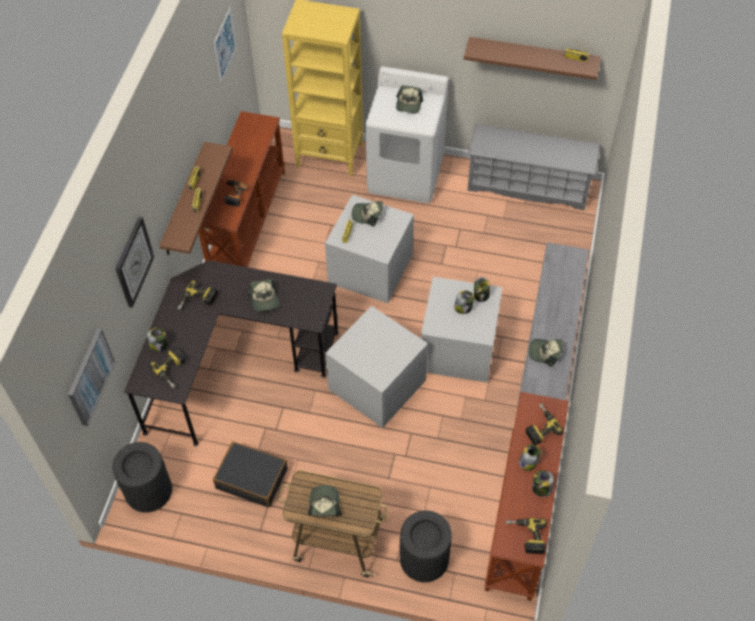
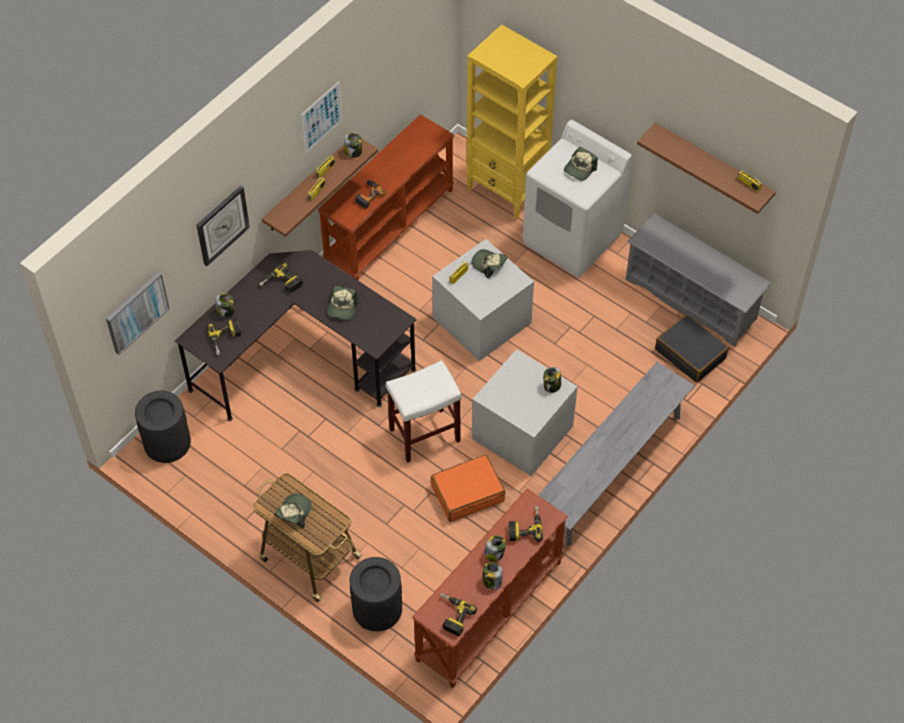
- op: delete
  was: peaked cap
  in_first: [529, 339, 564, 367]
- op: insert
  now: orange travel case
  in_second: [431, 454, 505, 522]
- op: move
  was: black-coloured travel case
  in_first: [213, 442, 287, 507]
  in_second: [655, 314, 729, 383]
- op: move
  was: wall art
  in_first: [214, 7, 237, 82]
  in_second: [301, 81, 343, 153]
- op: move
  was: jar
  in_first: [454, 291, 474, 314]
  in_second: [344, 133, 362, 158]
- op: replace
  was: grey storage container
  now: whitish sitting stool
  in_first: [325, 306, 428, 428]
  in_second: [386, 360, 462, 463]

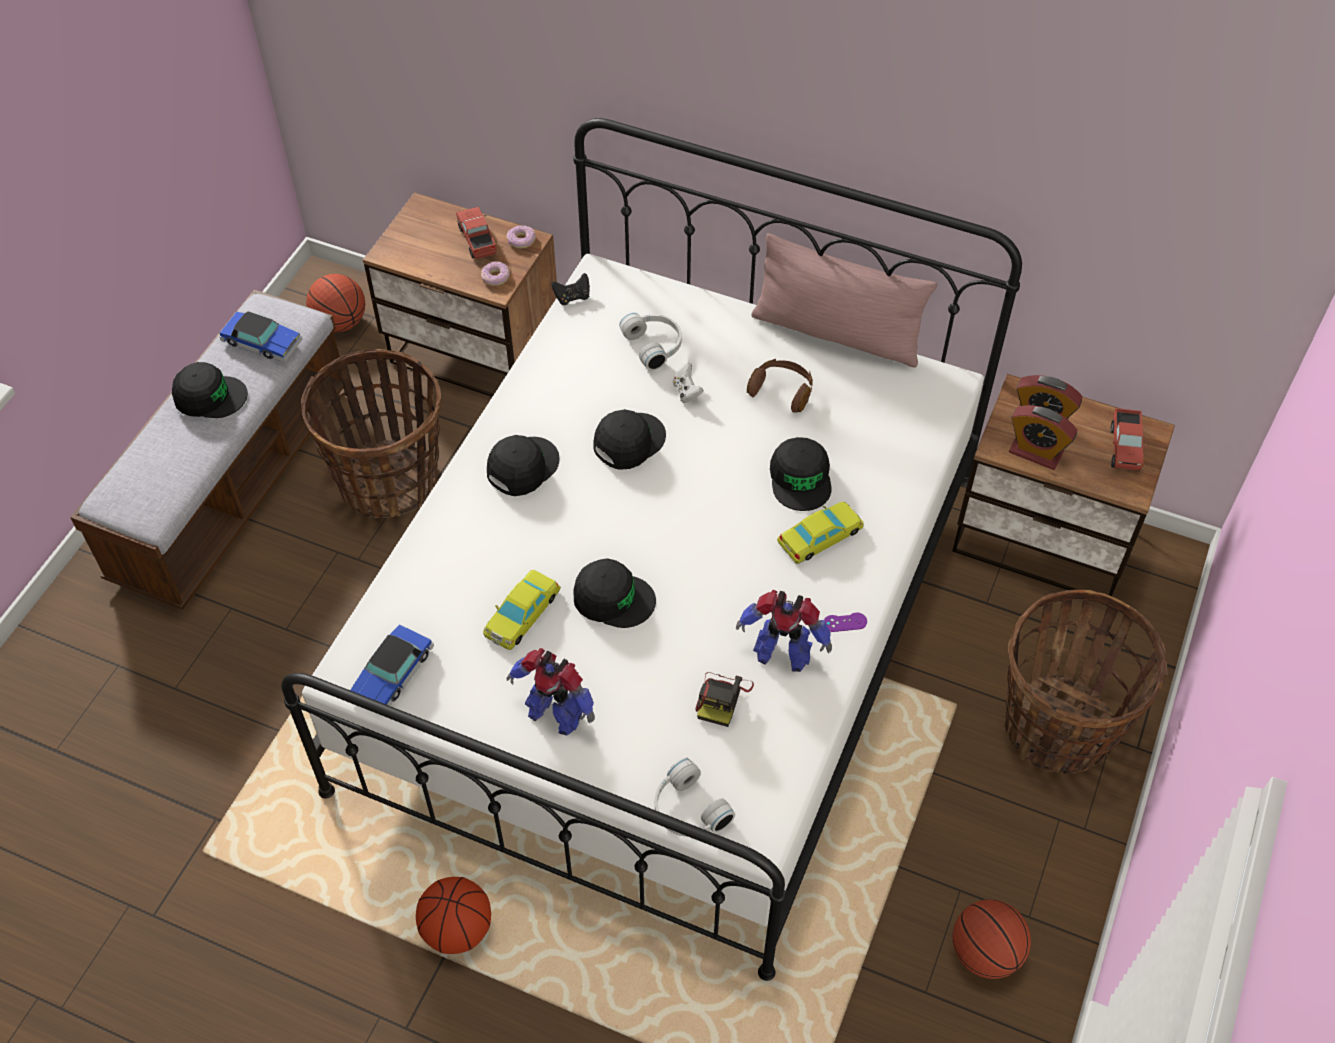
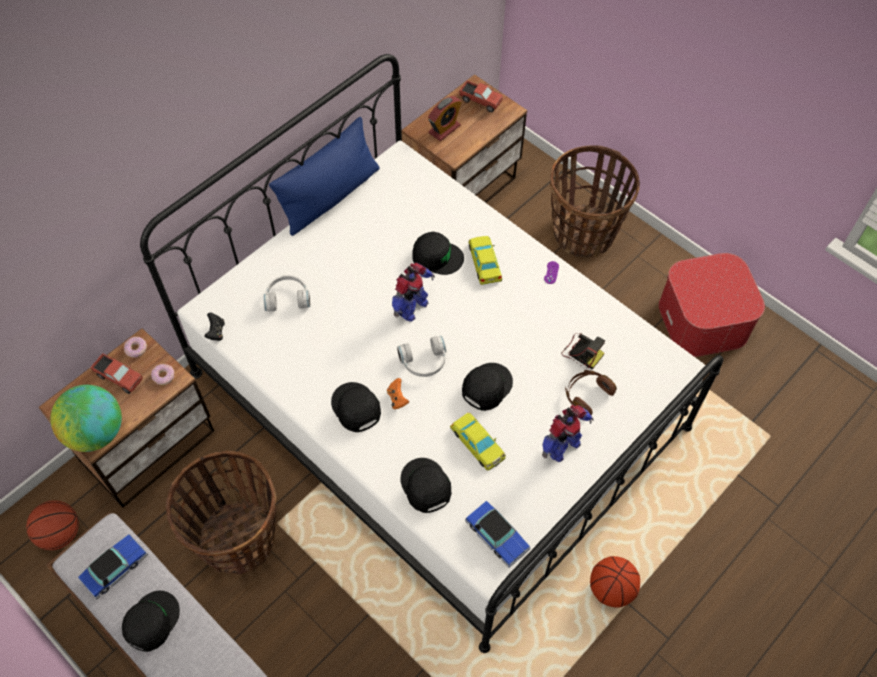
- op: delete
  was: whitish game controller
  in_first: [673, 363, 704, 403]
- op: delete
  was: bedside clock
  in_first: [1009, 405, 1077, 470]
- op: insert
  now: globe
  in_second: [51, 385, 122, 452]
- op: insert
  now: orange game controller
  in_second: [387, 378, 409, 409]
- op: move
  was: black-coloured peaked cap
  in_first: [593, 409, 666, 470]
  in_second: [400, 458, 451, 513]
- op: move
  was: whitish headphones
  in_first: [655, 758, 735, 837]
  in_second: [397, 336, 446, 377]
- op: move
  was: model robot
  in_first: [736, 590, 832, 672]
  in_second: [392, 263, 435, 322]
- op: move
  was: brown-coloured headphones
  in_first: [747, 359, 813, 413]
  in_second: [565, 370, 617, 415]
- op: replace
  was: basketball
  now: pouffe
  in_first: [953, 899, 1031, 979]
  in_second: [659, 253, 765, 357]
- op: recolor
  was: pink pillow
  now: bluish pillow
  in_first: [751, 233, 937, 368]
  in_second: [269, 117, 380, 236]
- op: rotate
  was: toy truck
  in_first: [456, 207, 497, 259]
  in_second: [91, 353, 143, 394]
  clockwise: -150

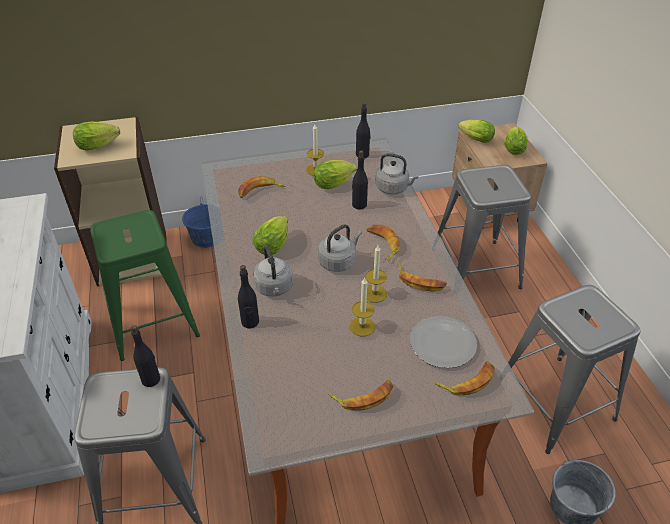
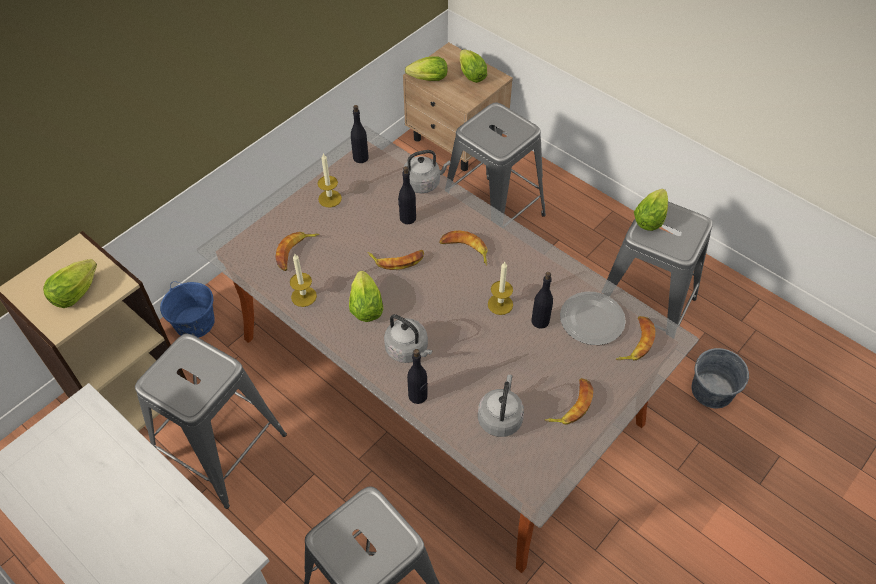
- op: move
  was: black-coloured bottle
  in_first: [131, 325, 160, 387]
  in_second: [531, 272, 553, 329]
- op: move
  was: lettuce
  in_first: [314, 160, 357, 189]
  in_second: [634, 189, 668, 231]
- op: move
  was: grey kettle
  in_first: [318, 224, 362, 272]
  in_second: [478, 375, 524, 437]
- op: move
  was: wax light
  in_first: [350, 278, 375, 336]
  in_second: [290, 254, 317, 307]
- op: move
  was: whole banana
  in_first: [398, 263, 447, 292]
  in_second: [367, 250, 424, 270]
- op: recolor
  was: greenish sitting stool
  now: grey sitting stool
  in_first: [90, 210, 200, 361]
  in_second: [135, 334, 287, 509]

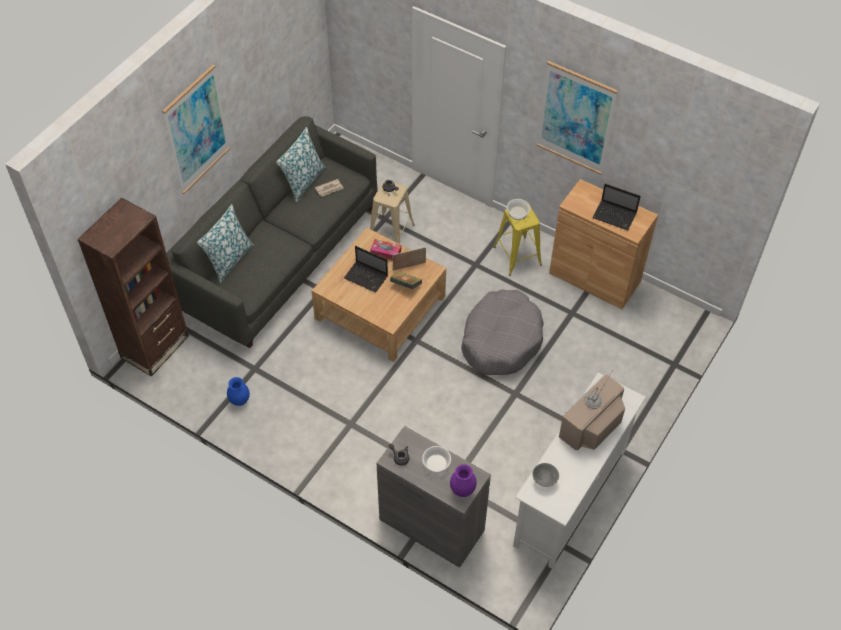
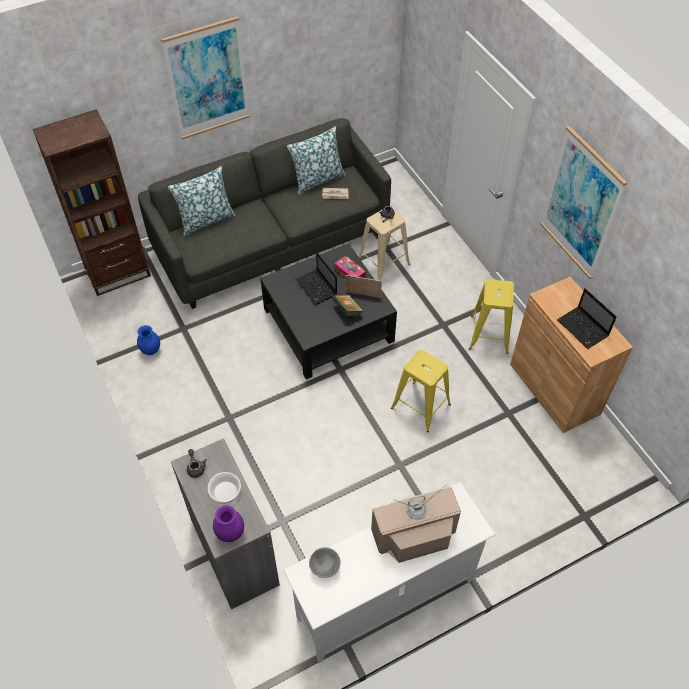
- op: delete
  was: deep dish
  in_first: [507, 199, 530, 220]
- op: replace
  was: grey dog cushion
  now: yellow-coloured sitting stool
  in_first: [461, 289, 544, 375]
  in_second: [391, 350, 451, 432]
- op: recolor
  was: beige-coloured low table
  now: black-coloured low table
  in_first: [312, 228, 446, 362]
  in_second: [260, 244, 397, 380]

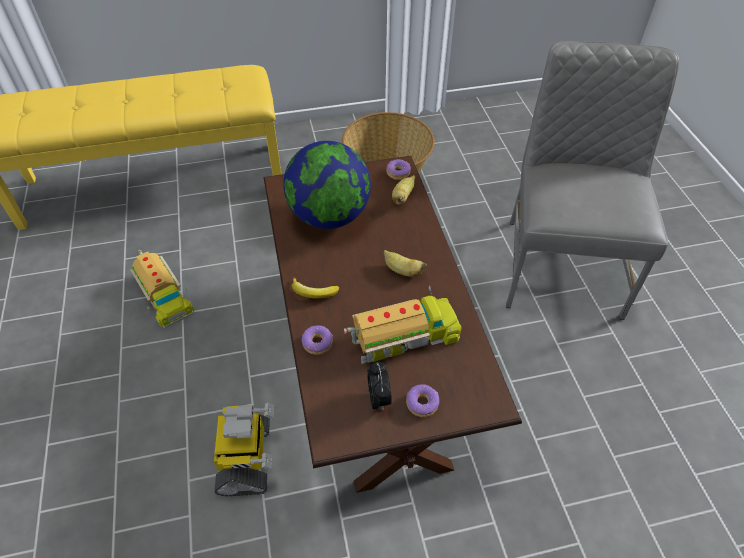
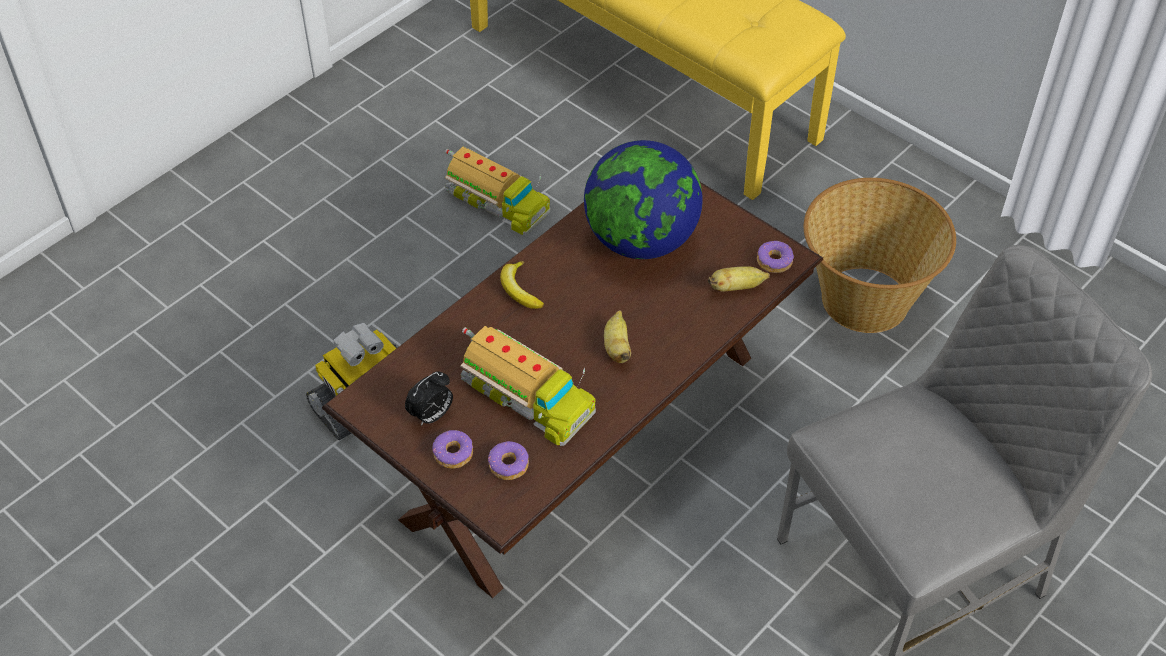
- op: move
  was: doughnut
  in_first: [302, 325, 333, 355]
  in_second: [488, 441, 529, 480]
- op: rotate
  was: toy truck
  in_first: [130, 250, 194, 328]
  in_second: [445, 147, 550, 235]
  clockwise: -75

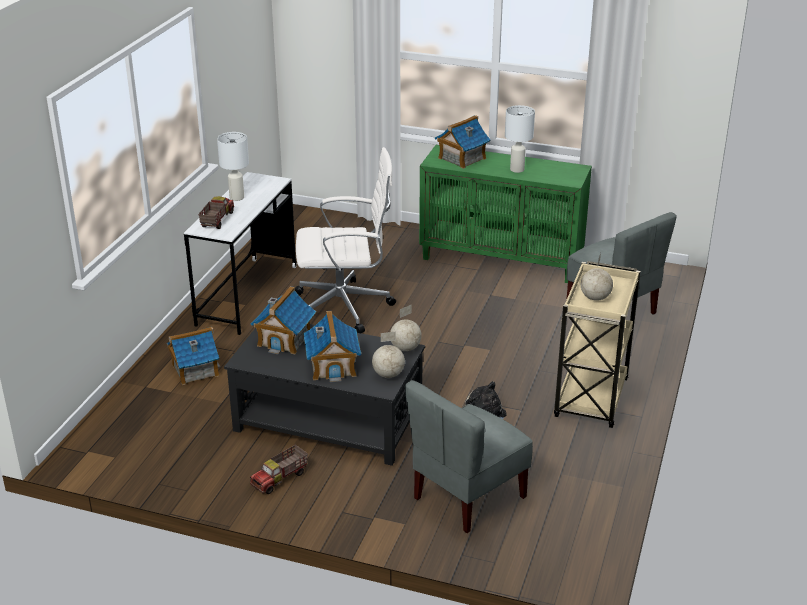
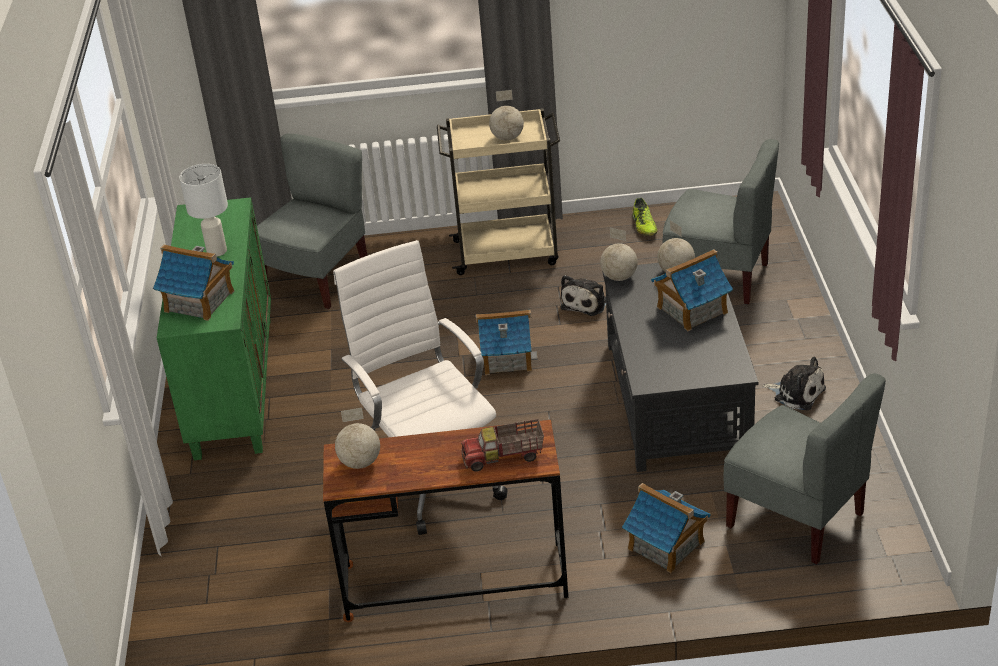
- op: delete
  was: whitish table lamp
  in_first: [217, 132, 249, 201]
- op: insert
  now: globe
  in_second: [335, 408, 380, 469]
- op: insert
  now: low shoe
  in_second: [632, 198, 657, 236]
- op: insert
  now: grey plain chair
  in_second: [723, 373, 886, 565]
- op: move
  was: model house
  in_first: [250, 286, 316, 355]
  in_second: [475, 310, 538, 375]
- op: replace
  was: toy truck
  now: cuddly toy
  in_first: [250, 445, 308, 494]
  in_second: [762, 357, 826, 410]
- op: recolor
  was: whitish desk
  now: brown-coloured desk
  in_first: [184, 172, 297, 335]
  in_second: [323, 420, 568, 622]

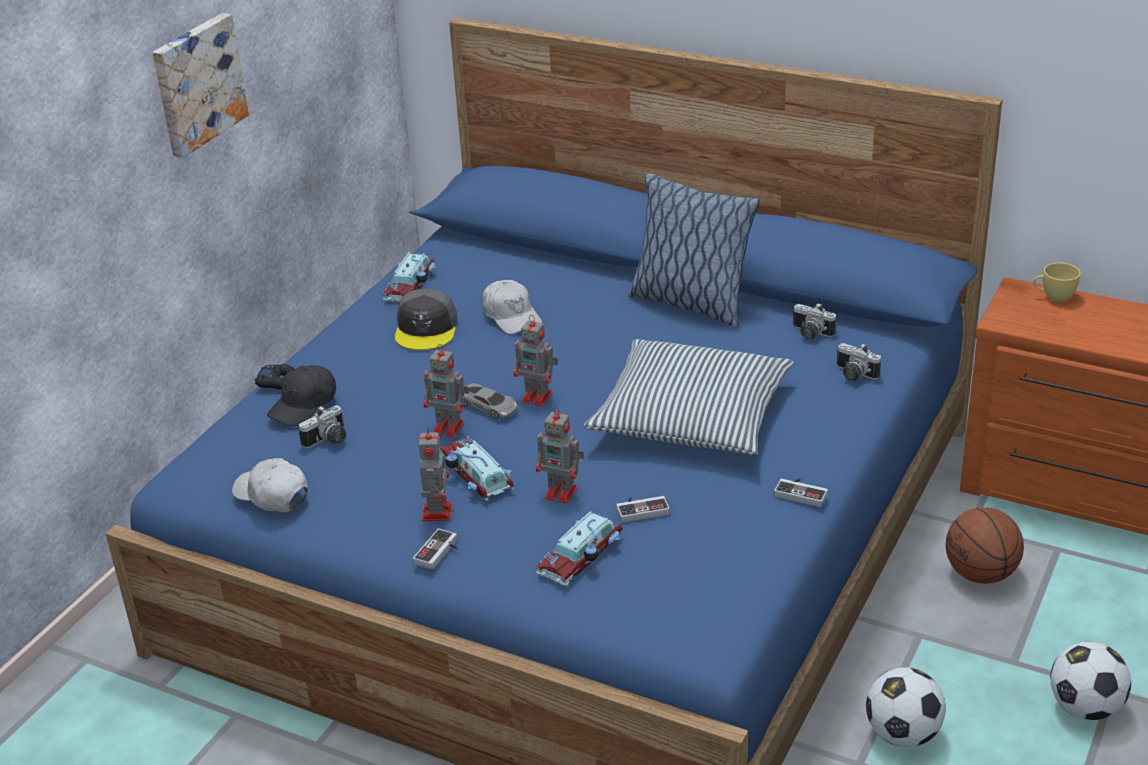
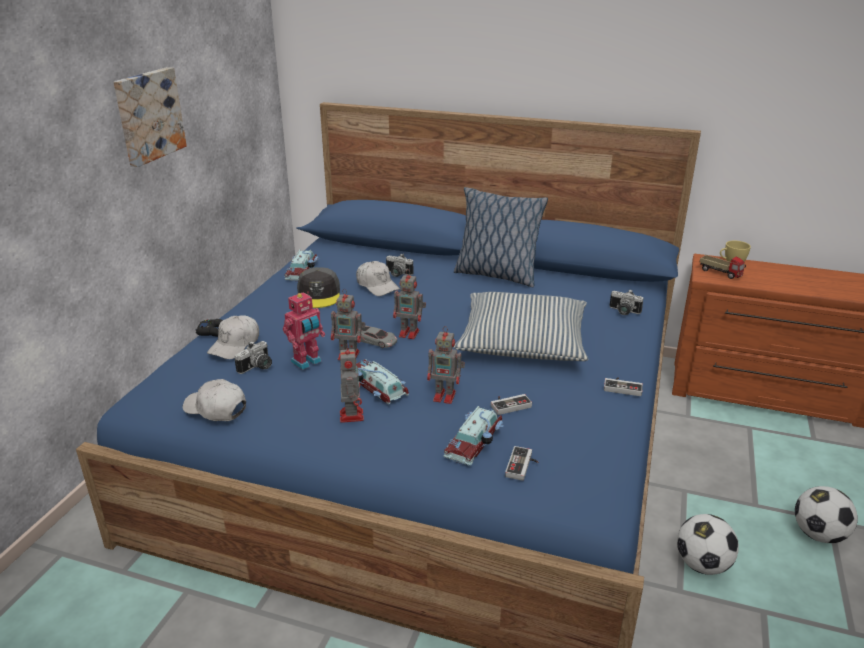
- op: delete
  was: basketball
  in_first: [946, 507, 1024, 584]
- op: insert
  now: model robot
  in_second: [283, 292, 325, 370]
- op: insert
  now: toy truck
  in_second: [700, 255, 746, 279]
- op: move
  was: game controller
  in_first: [413, 528, 459, 569]
  in_second: [505, 446, 539, 481]
- op: move
  was: photo camera
  in_first: [793, 303, 836, 340]
  in_second: [386, 254, 413, 277]
- op: recolor
  was: black-coloured peaked cap
  now: whitish peaked cap
  in_first: [267, 365, 336, 426]
  in_second: [207, 315, 259, 359]

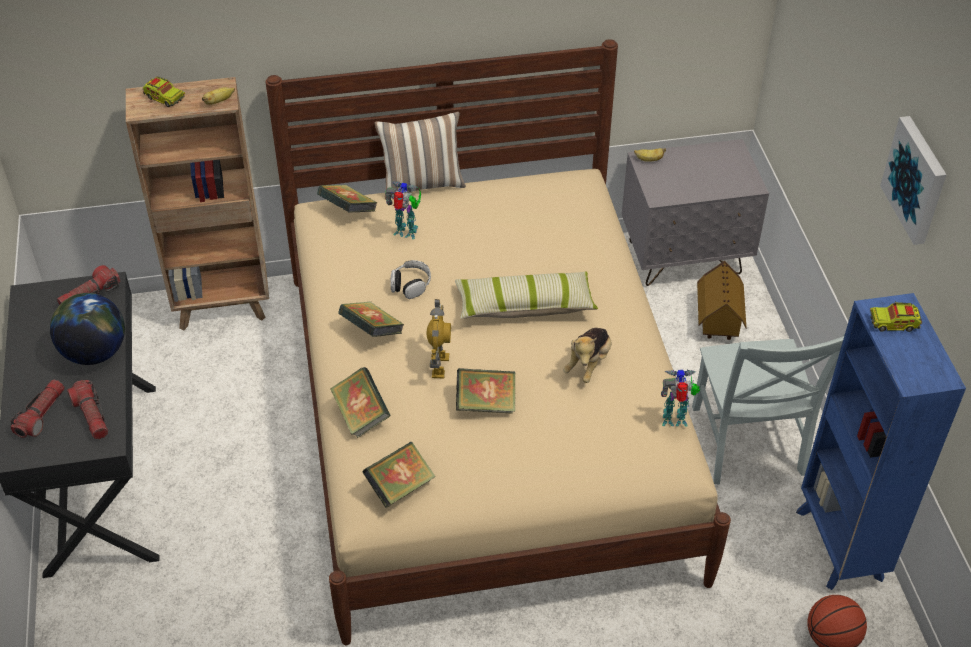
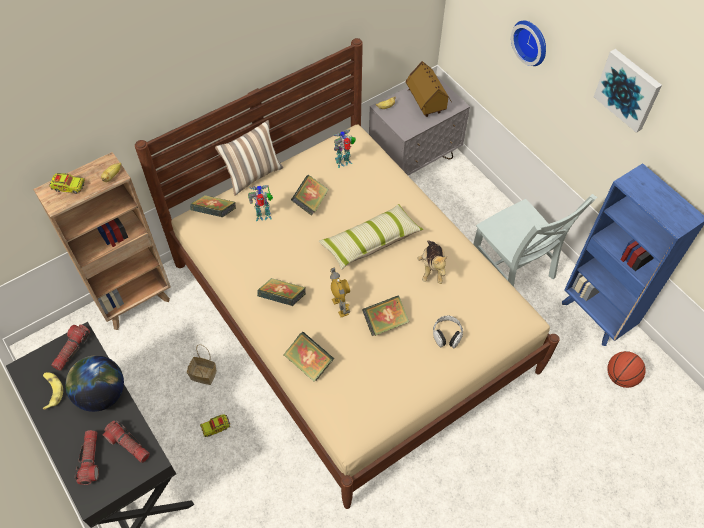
- op: insert
  now: whole banana
  in_second: [43, 372, 63, 410]
- op: insert
  now: household basket
  in_second: [187, 344, 217, 385]
- op: insert
  now: wall clock
  in_second: [511, 21, 546, 66]
- op: move
  was: book
  in_first: [362, 442, 436, 508]
  in_second: [291, 175, 329, 216]
- op: move
  was: headphones
  in_first: [390, 260, 431, 299]
  in_second: [433, 316, 463, 348]
- op: move
  was: model robot
  in_first: [661, 369, 701, 427]
  in_second: [333, 130, 356, 168]
- op: move
  was: model house
  in_first: [697, 261, 746, 340]
  in_second: [406, 61, 452, 117]
- op: move
  was: toy truck
  in_first: [870, 302, 922, 332]
  in_second: [200, 415, 230, 437]

